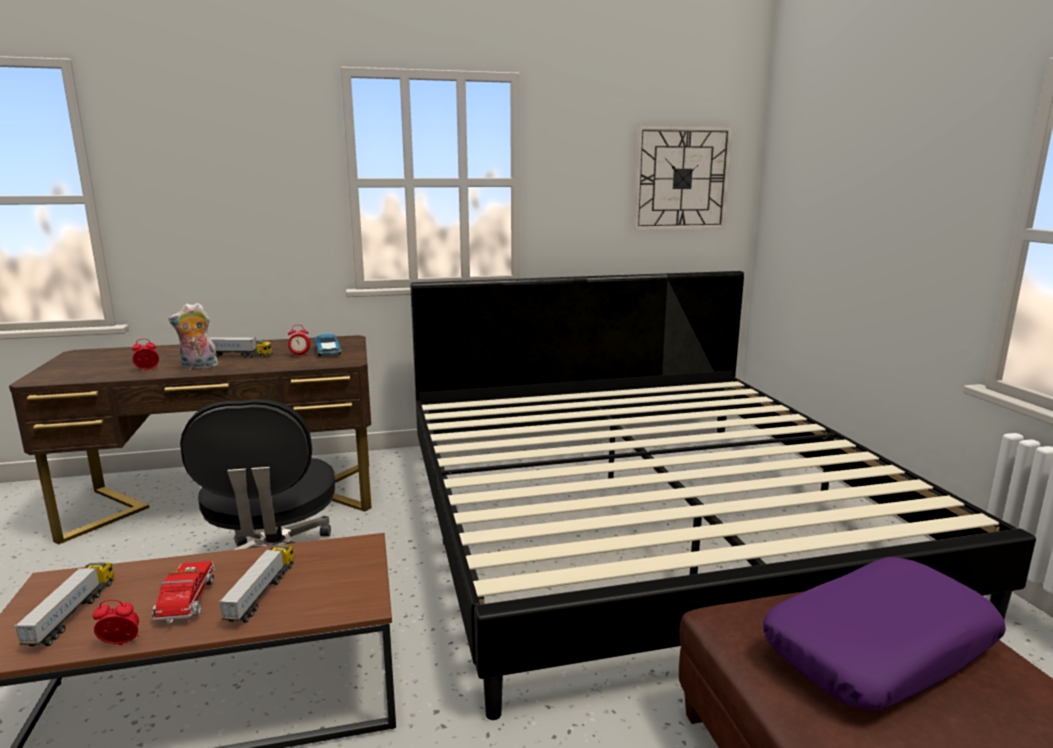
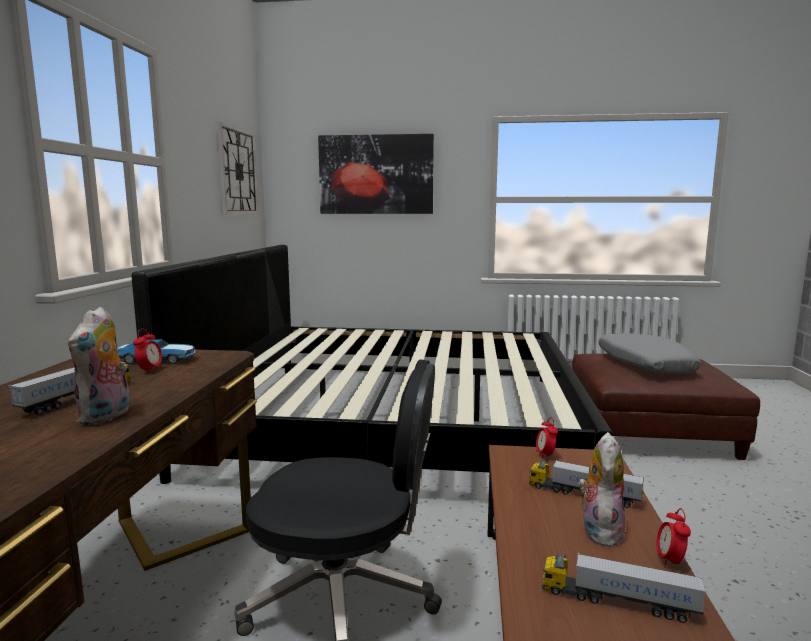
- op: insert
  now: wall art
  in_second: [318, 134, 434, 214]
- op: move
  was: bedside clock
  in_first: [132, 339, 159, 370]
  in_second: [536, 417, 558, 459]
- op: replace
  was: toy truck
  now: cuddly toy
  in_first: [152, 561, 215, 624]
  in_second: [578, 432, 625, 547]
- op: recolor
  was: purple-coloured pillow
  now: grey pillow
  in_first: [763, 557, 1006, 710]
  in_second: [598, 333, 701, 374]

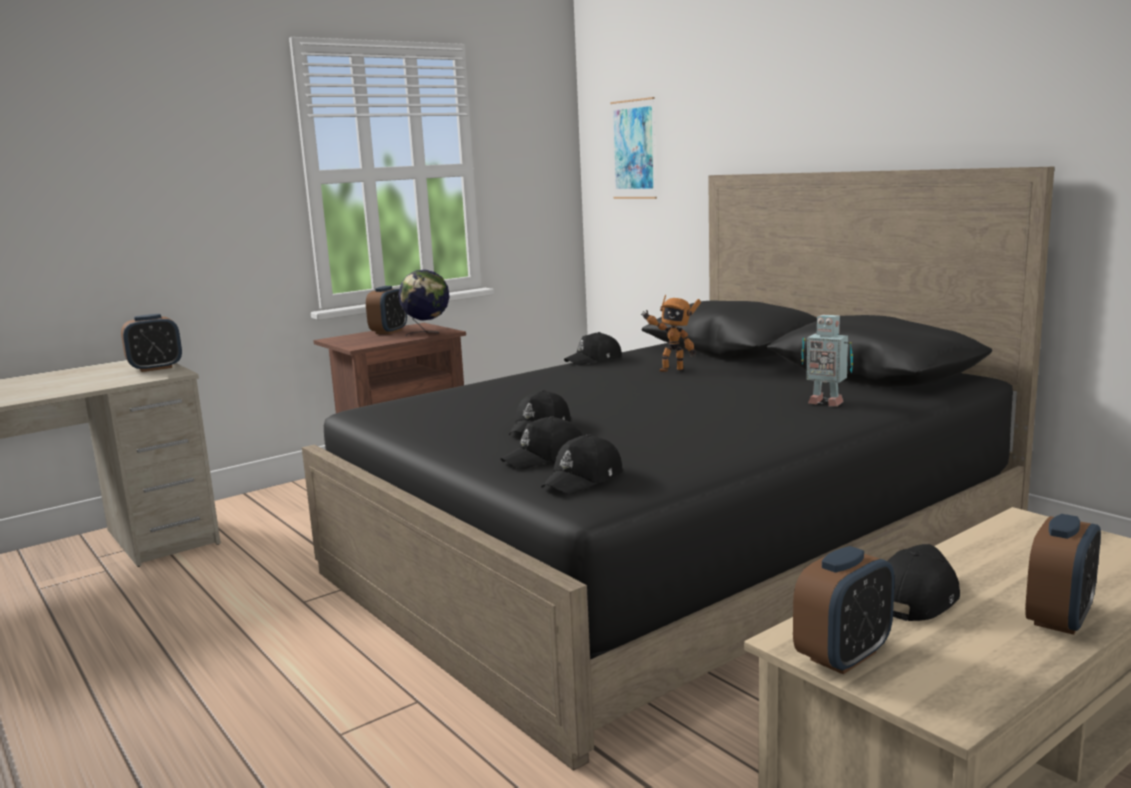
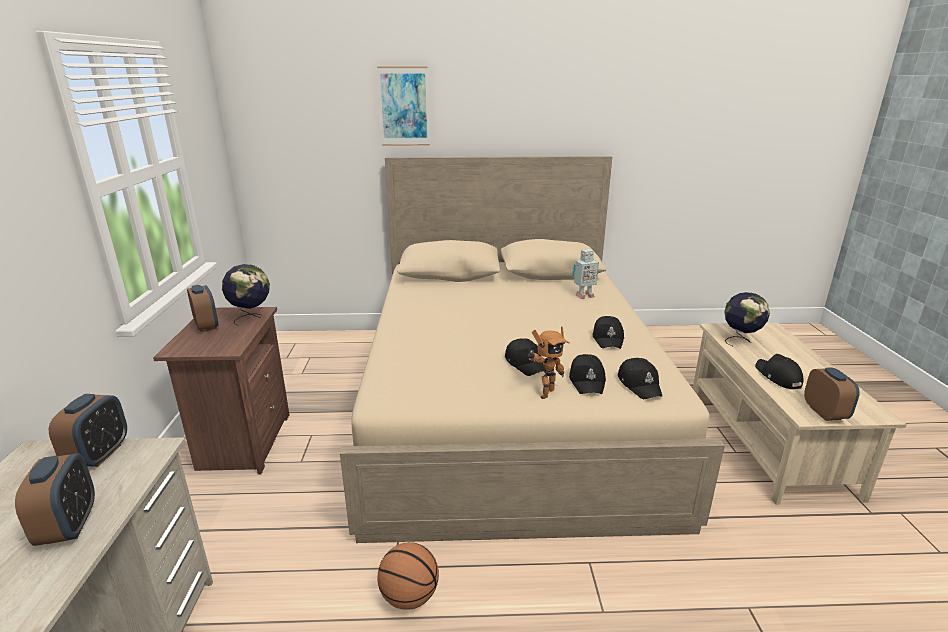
- op: insert
  now: basketball
  in_second: [377, 542, 439, 610]
- op: insert
  now: globe
  in_second: [724, 292, 770, 346]
- op: move
  was: black-coloured peaked cap
  in_first: [564, 332, 622, 365]
  in_second: [593, 316, 624, 349]
- op: move
  was: wall art
  in_first: [610, 97, 657, 199]
  in_second: [377, 67, 430, 146]
- op: move
  was: model robot
  in_first: [641, 295, 701, 372]
  in_second: [528, 326, 569, 399]
- op: move
  was: bedside clock
  in_first: [1025, 514, 1101, 635]
  in_second: [15, 453, 95, 546]
- op: recolor
  was: black-coloured sleeping bed
  now: beige-coloured sleeping bed
  in_first: [302, 167, 1054, 771]
  in_second: [340, 156, 725, 543]

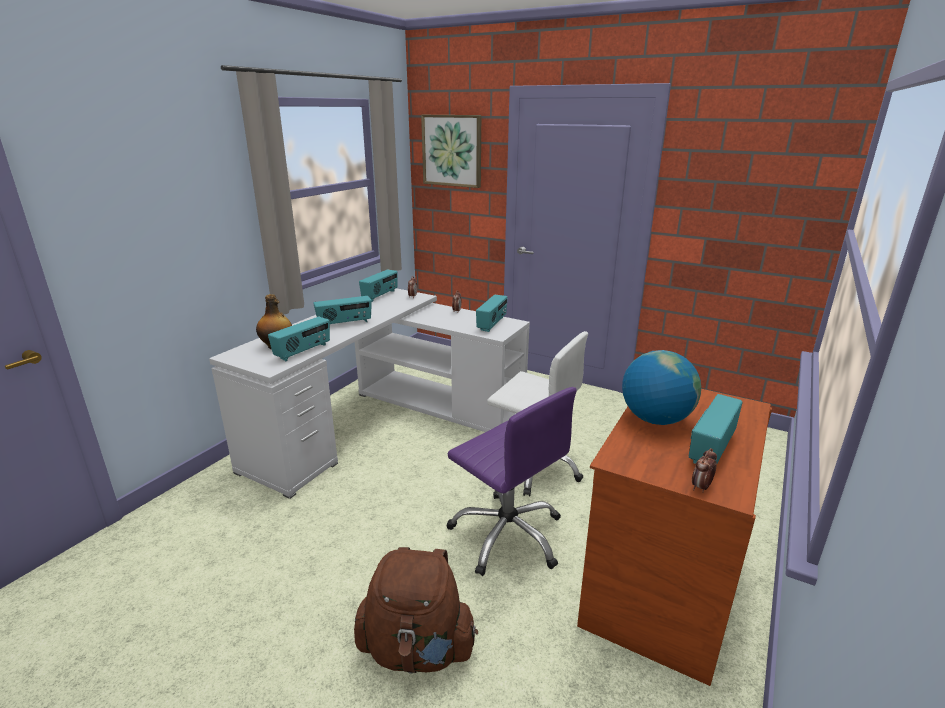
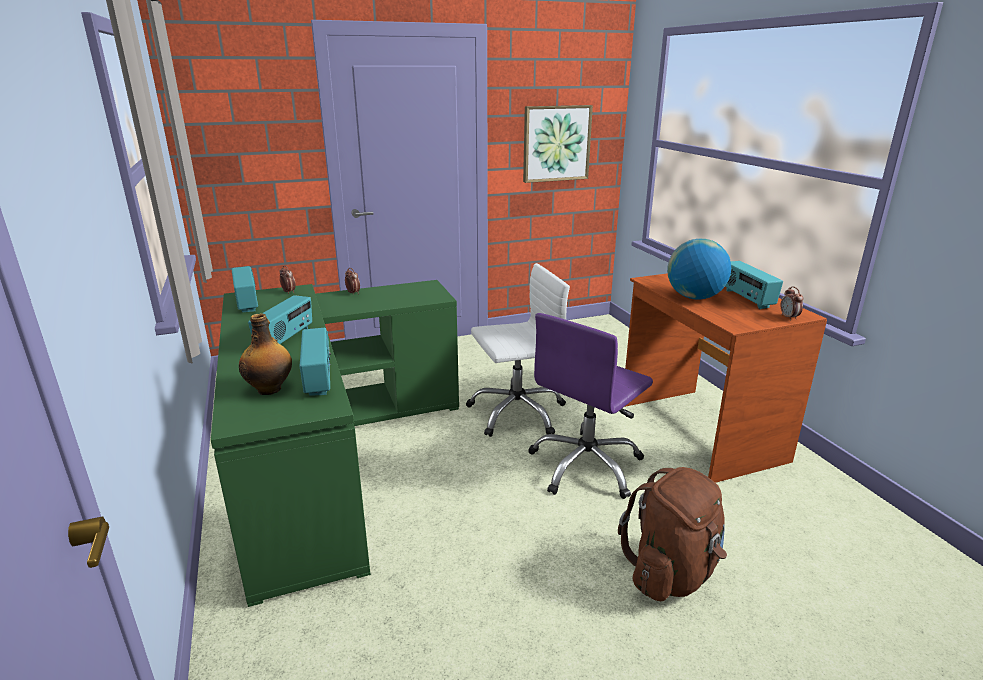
- op: delete
  was: radio
  in_first: [476, 295, 507, 332]
- op: move
  was: wall art
  in_first: [421, 115, 481, 188]
  in_second: [523, 105, 593, 183]
- op: recolor
  was: whitish desk
  now: greenish desk
  in_first: [209, 288, 530, 499]
  in_second: [211, 280, 459, 607]
- op: rotate
  was: purple-coloured desk chair
  in_first: [446, 387, 577, 576]
  in_second: [528, 313, 653, 499]
  clockwise: 135

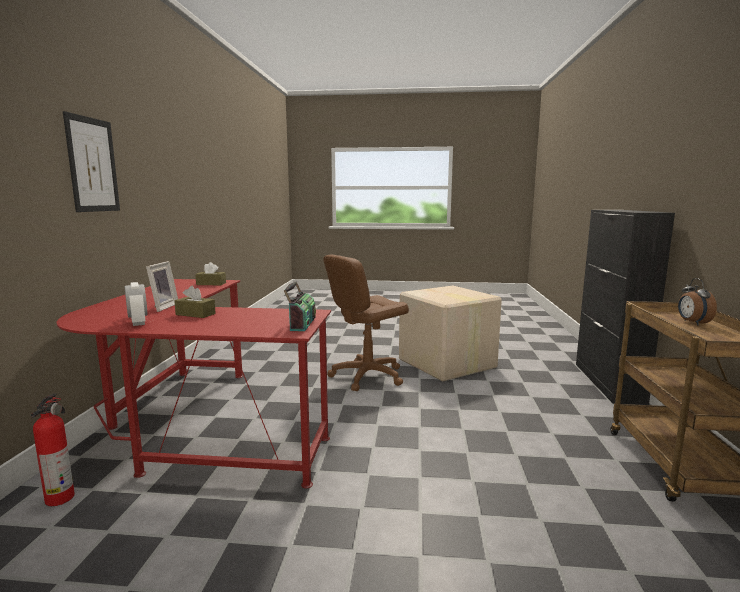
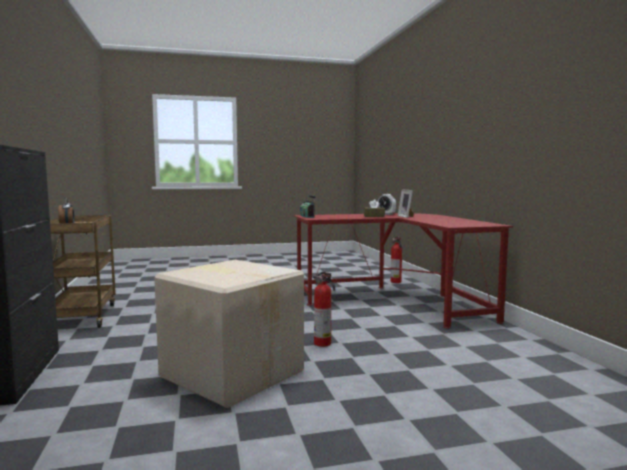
- op: delete
  was: wall art
  in_first: [63, 111, 120, 212]
- op: delete
  was: brown-coloured tissue holder
  in_first: [195, 262, 226, 285]
- op: replace
  was: brown-coloured desk chair
  now: fire extinguisher
  in_first: [323, 255, 409, 391]
  in_second: [313, 272, 335, 347]

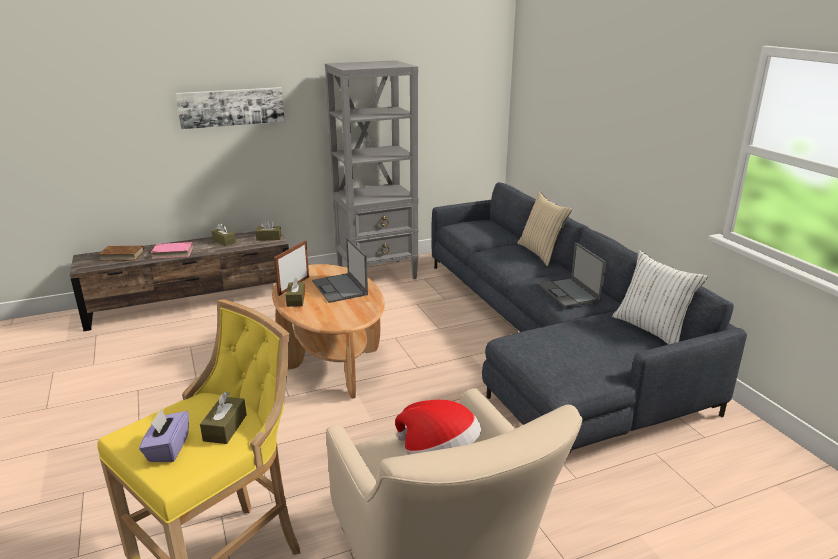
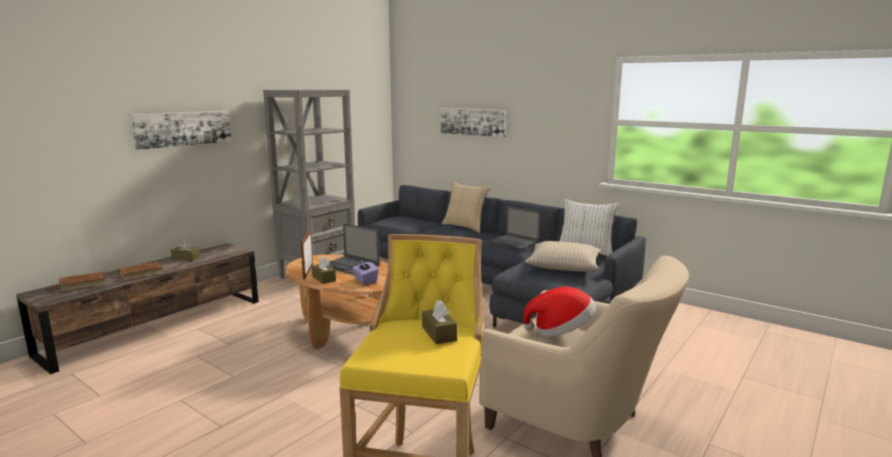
- op: delete
  was: brown-coloured tissue holder
  in_first: [255, 220, 281, 241]
- op: insert
  now: wall art
  in_second: [441, 108, 506, 137]
- op: insert
  now: beige-coloured pillow
  in_second: [524, 241, 601, 272]
- op: move
  was: purple-coloured tissue holder
  in_first: [139, 409, 189, 462]
  in_second: [352, 260, 379, 285]
- op: recolor
  was: pink book
  now: brown-coloured book
  in_first: [149, 242, 193, 259]
  in_second: [113, 261, 164, 281]

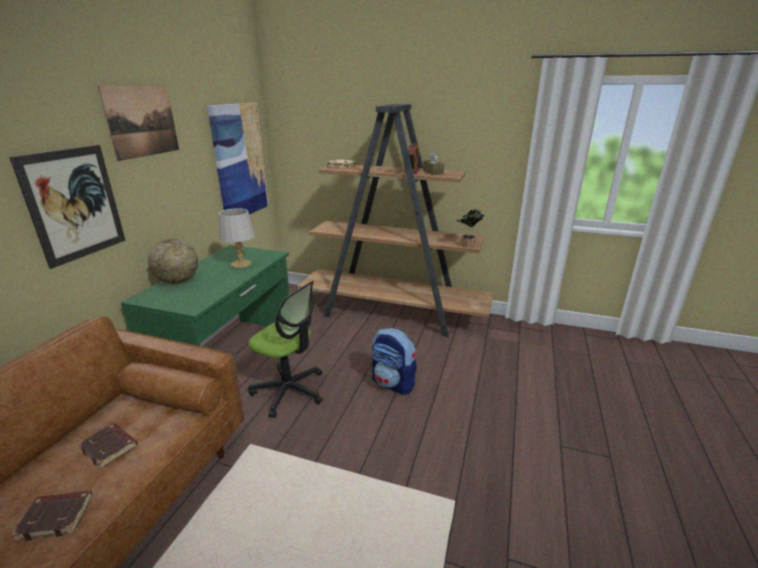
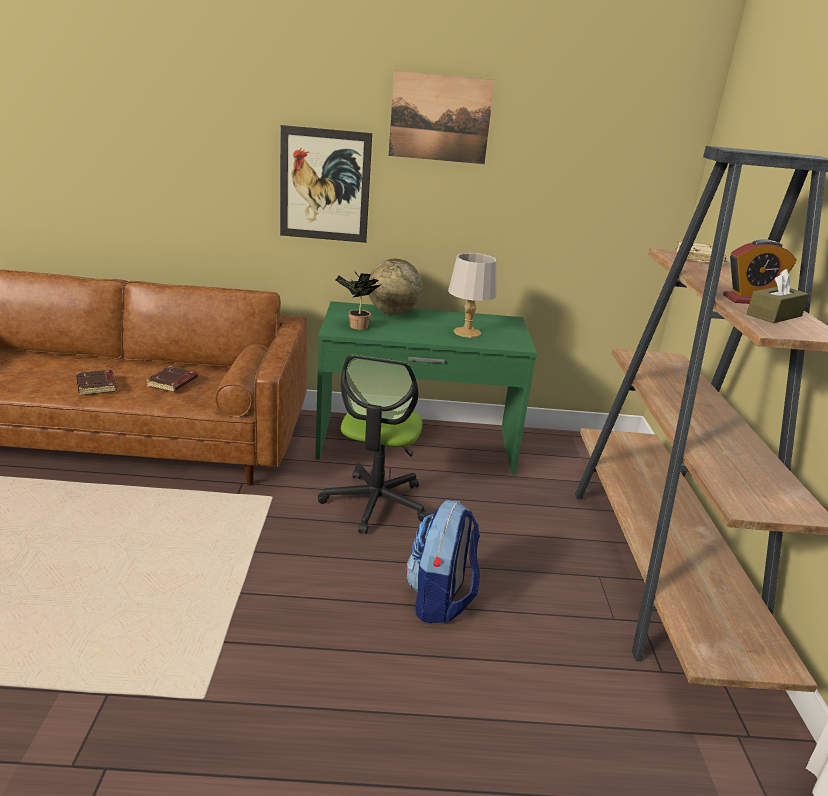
- op: delete
  was: wall art
  in_first: [207, 103, 269, 214]
- op: move
  was: plant in a pot
  in_first: [455, 209, 485, 247]
  in_second: [336, 272, 382, 330]

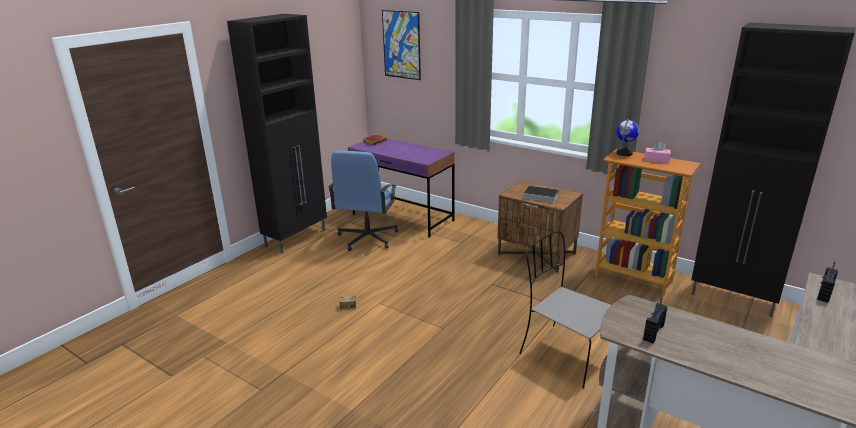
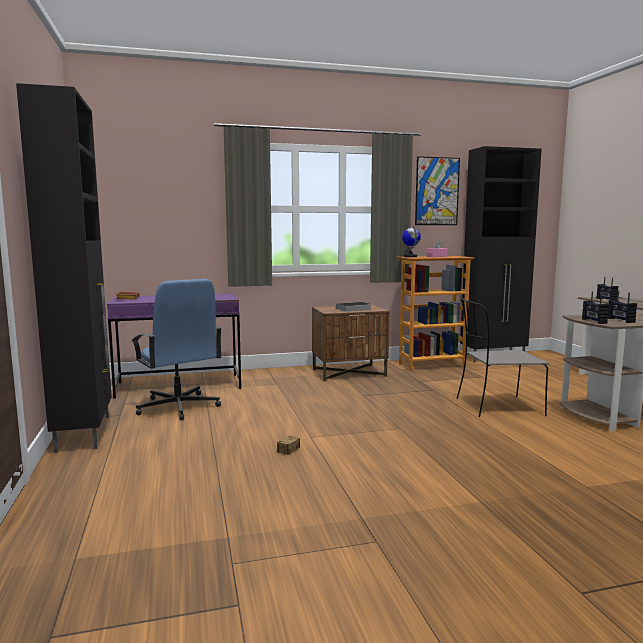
- op: insert
  now: radio
  in_second: [582, 291, 609, 324]
- op: move
  was: wall art
  in_first: [382, 10, 421, 80]
  in_second: [415, 156, 460, 225]

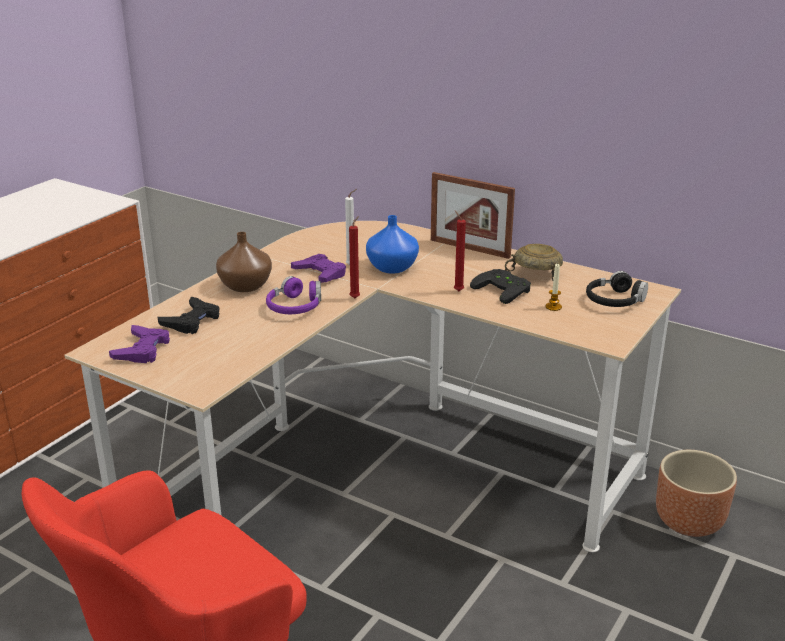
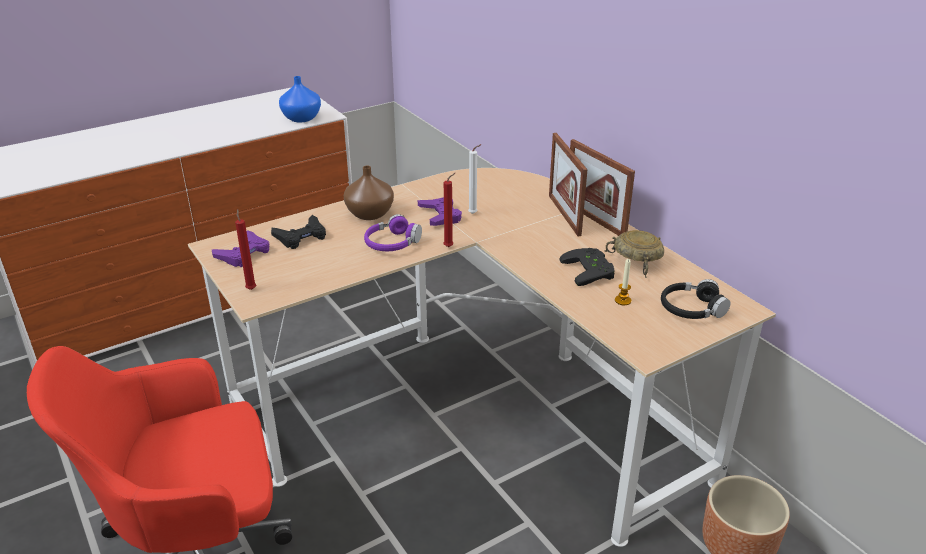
- op: insert
  now: photo frame
  in_second: [549, 133, 587, 236]
- op: move
  was: bluish decorative vase
  in_first: [366, 215, 419, 274]
  in_second: [279, 76, 321, 123]
- op: move
  was: red wax light
  in_first: [454, 210, 466, 291]
  in_second: [235, 209, 256, 290]

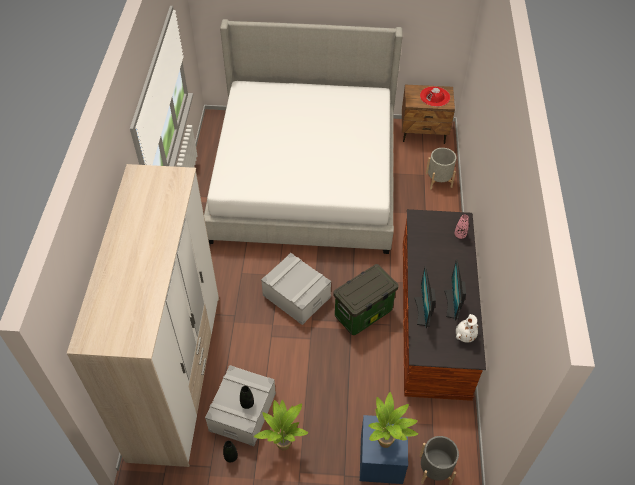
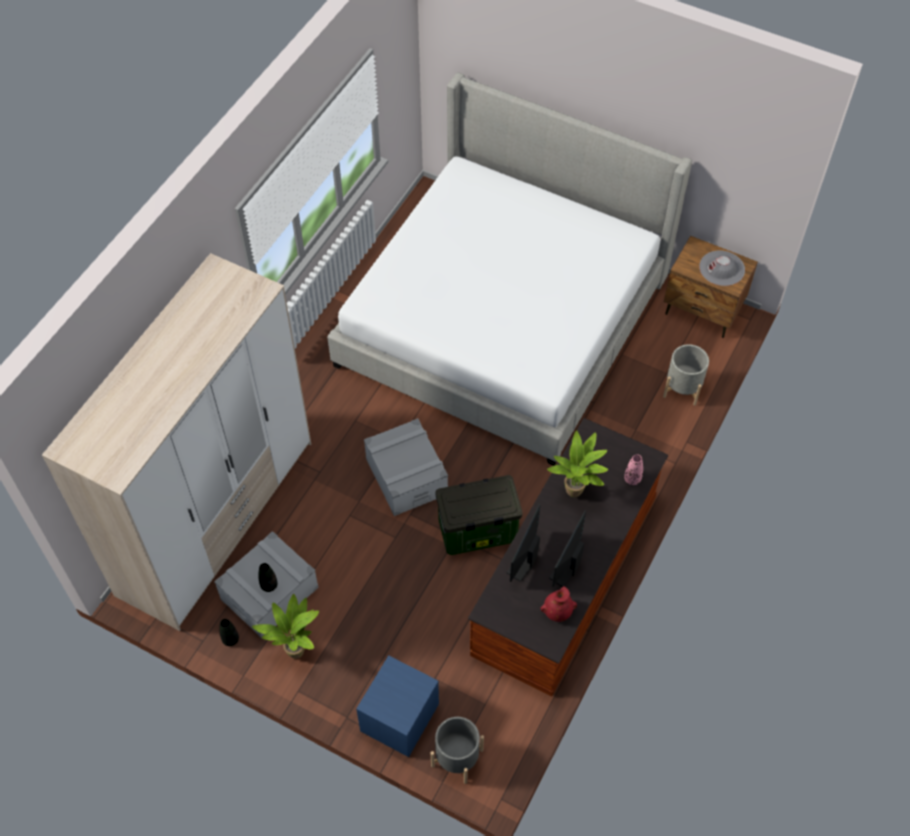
- op: move
  was: plant in a pot
  in_first: [368, 392, 418, 448]
  in_second: [547, 430, 609, 497]
- op: recolor
  was: red clothing hat
  now: grey clothing hat
  in_first: [420, 86, 450, 107]
  in_second: [699, 250, 745, 286]
- op: recolor
  was: whitish decorative vase
  now: red decorative vase
  in_first: [456, 314, 478, 343]
  in_second: [541, 586, 577, 622]

